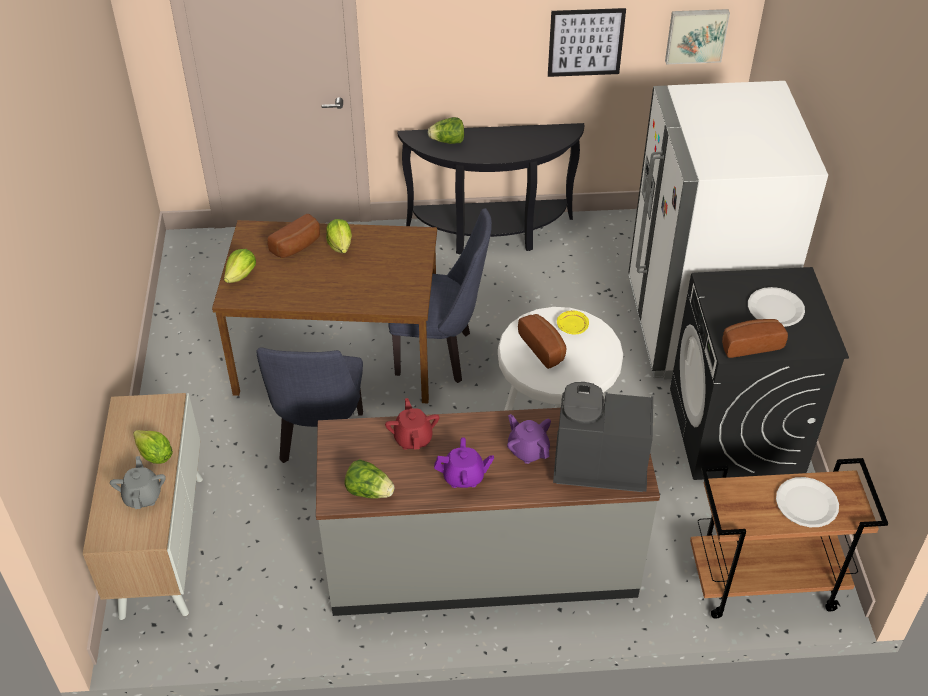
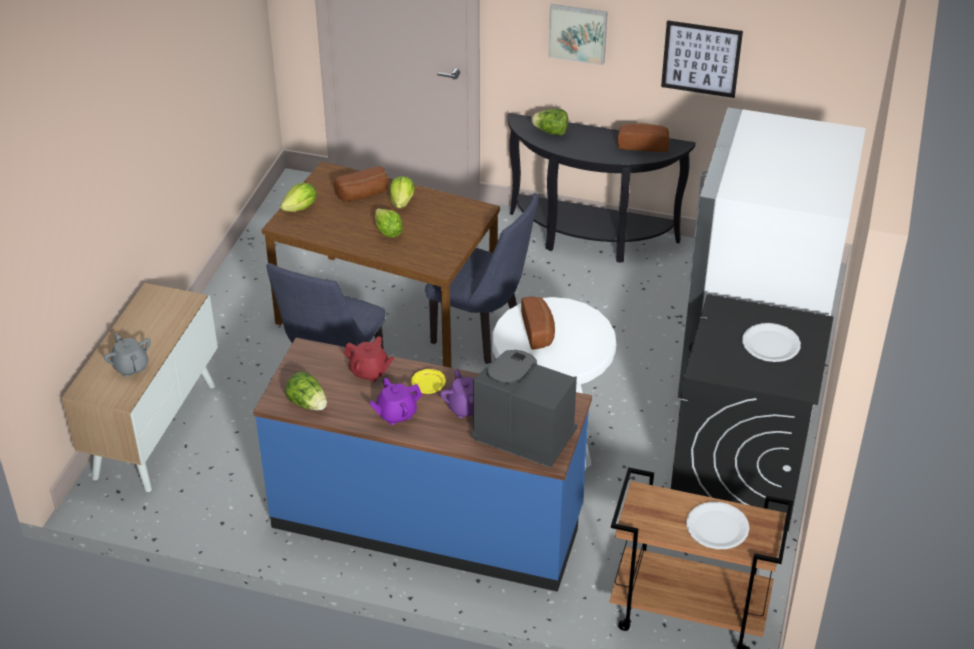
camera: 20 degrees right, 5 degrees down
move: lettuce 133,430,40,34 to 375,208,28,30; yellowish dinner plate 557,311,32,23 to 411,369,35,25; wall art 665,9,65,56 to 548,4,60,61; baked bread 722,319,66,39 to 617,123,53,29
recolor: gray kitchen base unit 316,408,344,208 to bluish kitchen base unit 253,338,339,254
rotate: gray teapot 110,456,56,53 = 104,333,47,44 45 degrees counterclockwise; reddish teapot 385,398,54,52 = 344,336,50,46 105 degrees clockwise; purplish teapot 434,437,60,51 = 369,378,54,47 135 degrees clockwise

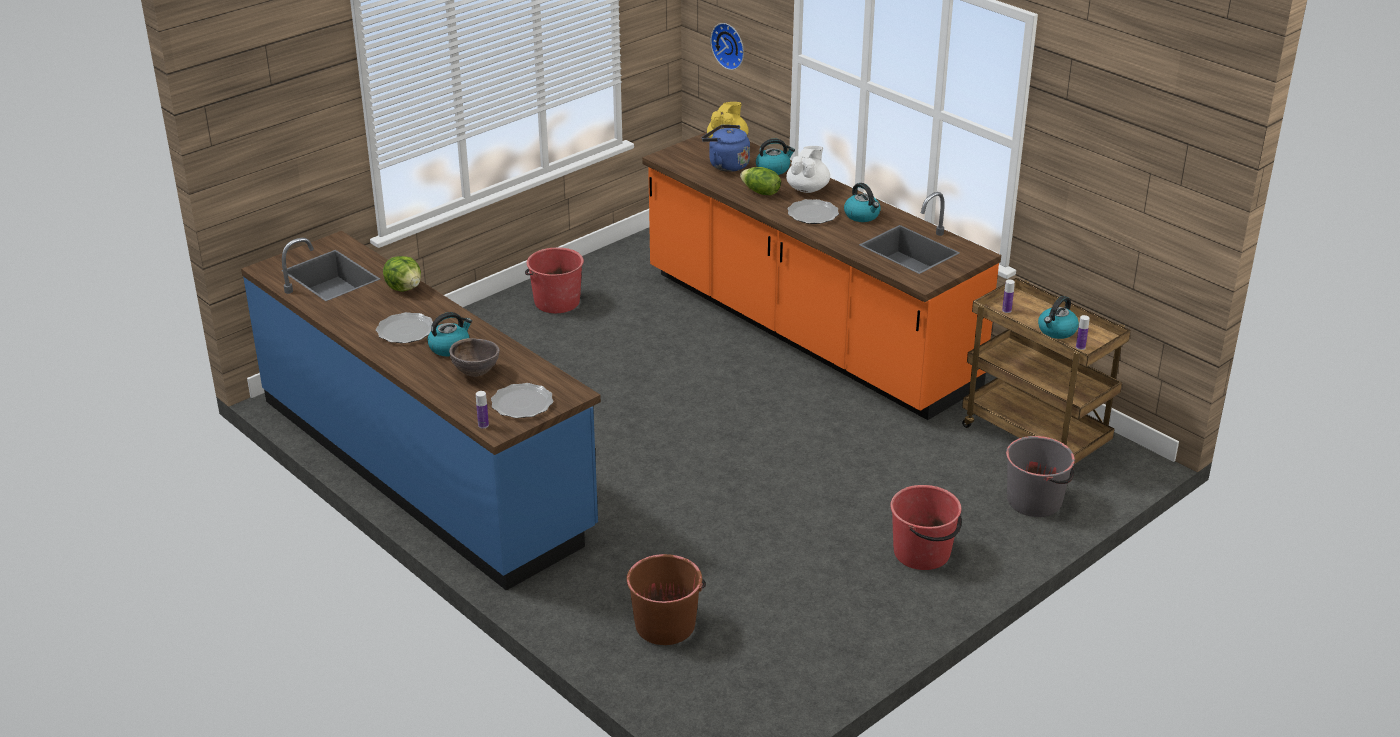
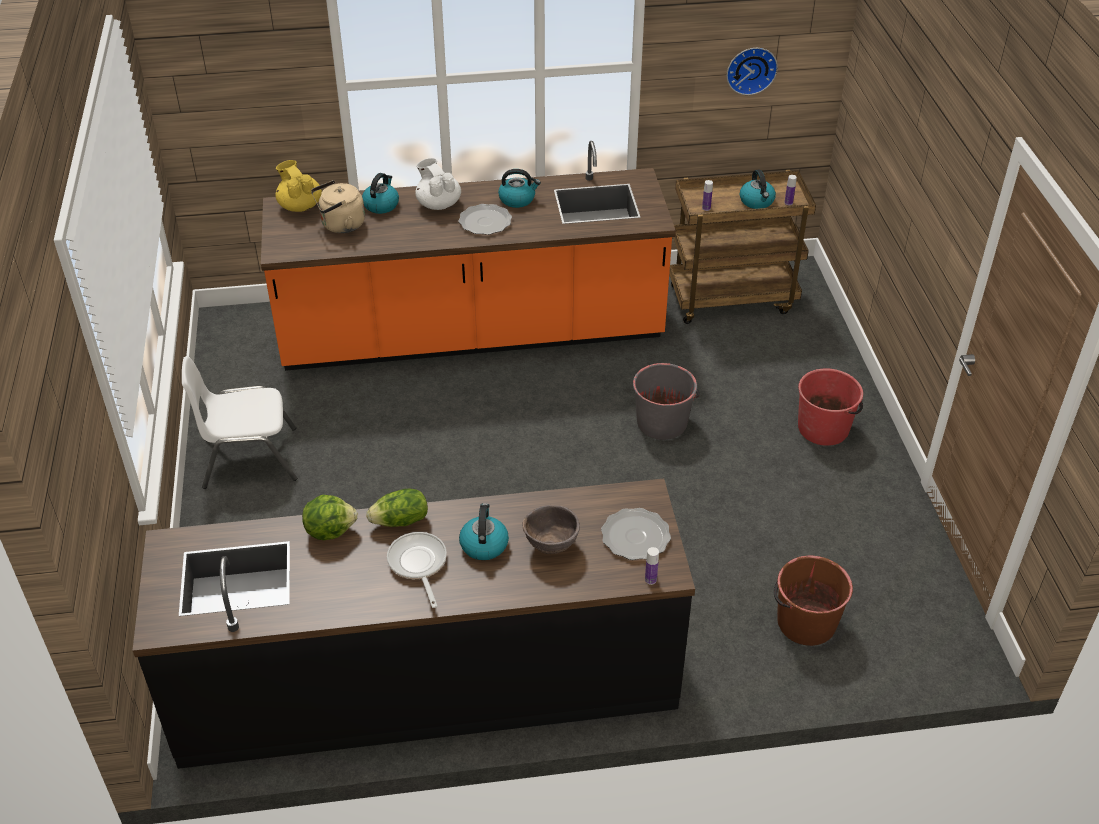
camera: 55 degrees left, 10 degrees up
move: lettuce 740,167,41,28 to 366,488,62,39; gray pail 1006,436,69,81 to 633,363,67,77; hanging clock 711,23,33,47 to 727,48,51,47
replace: reddish pail 525,247,59,66 to white plain chair 182,356,115,133; dinner plate 376,312,57,31 to frying pan 387,532,60,76
recolor: bluish kitchen base unit 241,231,360,360 to black-coloured kitchen base unit 132,479,563,290; bluish kettle 702,125,48,47 to beige-coloured kettle 311,180,54,53

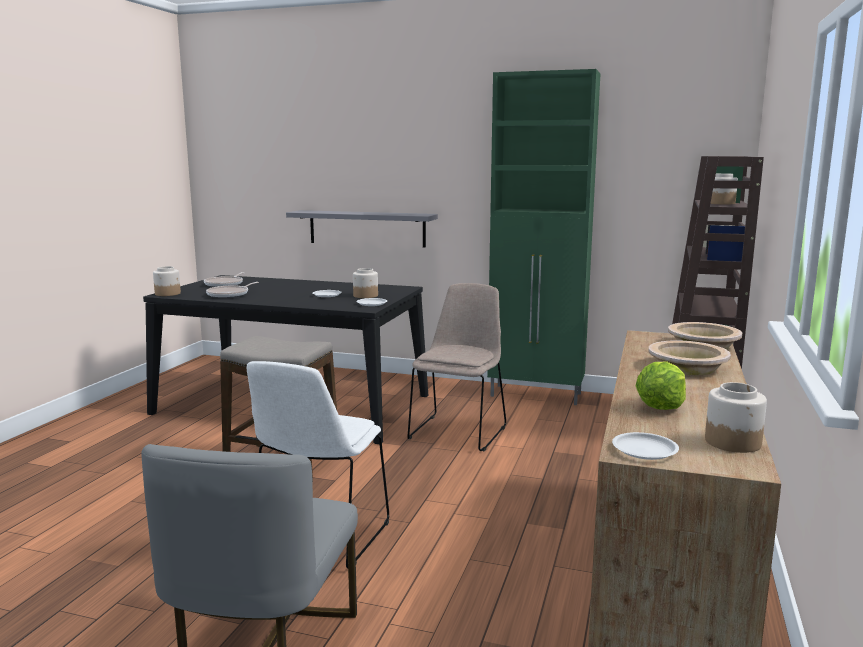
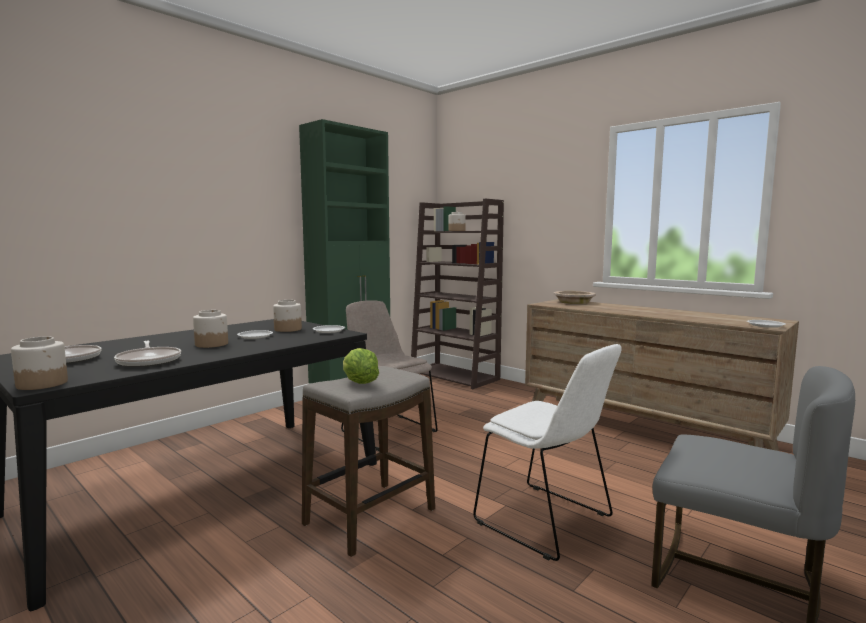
camera: 65 degrees left, 5 degrees down
delete: gray bracket shelf 286,210,152,38; beige-coloured serving bowl 648,340,83,35
move: preserve jar 705,382,62,71 to 193,310,35,38; lettuce 635,362,51,48 to 343,348,36,36

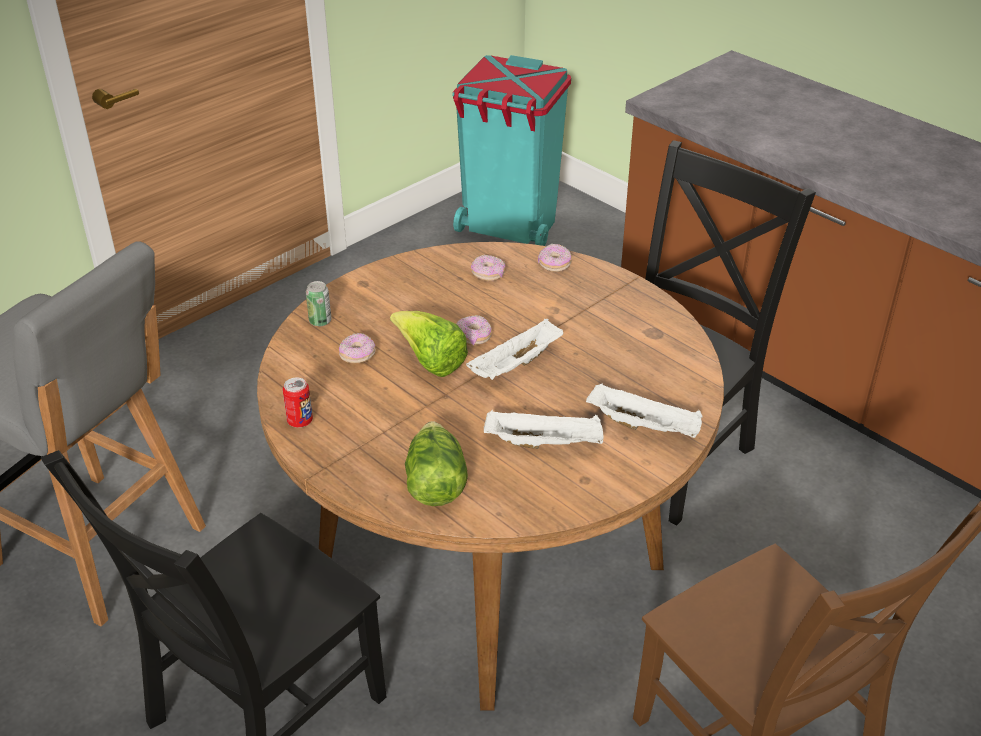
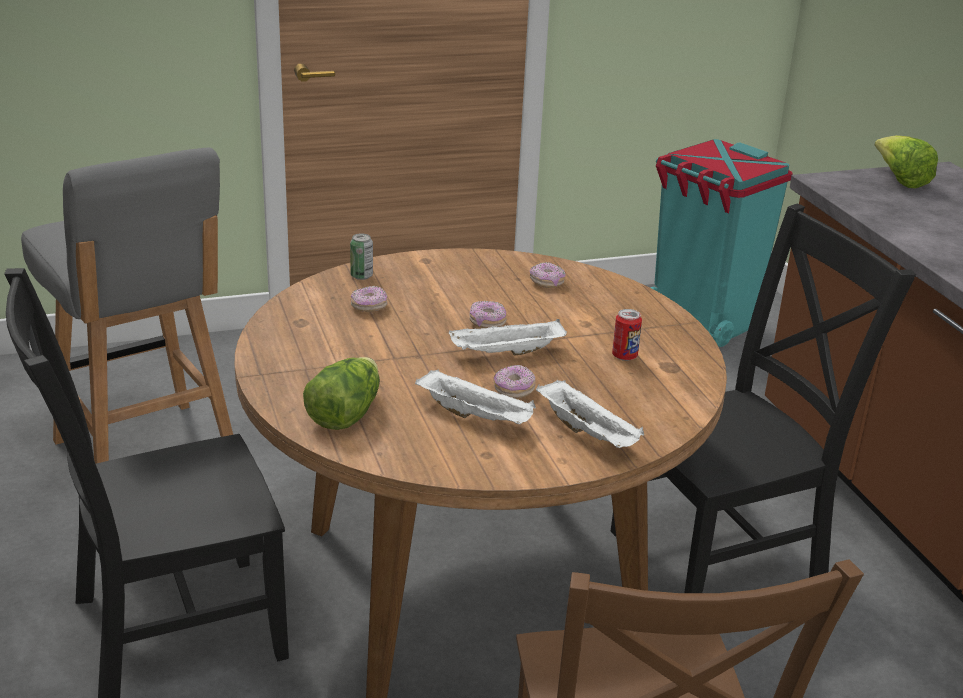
camera: 25 degrees right, 10 degrees down
move: doughnut 538,244,34,28 to 494,365,42,34; metal can 282,377,31,50 to 612,309,30,52; lettuce 390,311,78,66 to 875,135,63,53

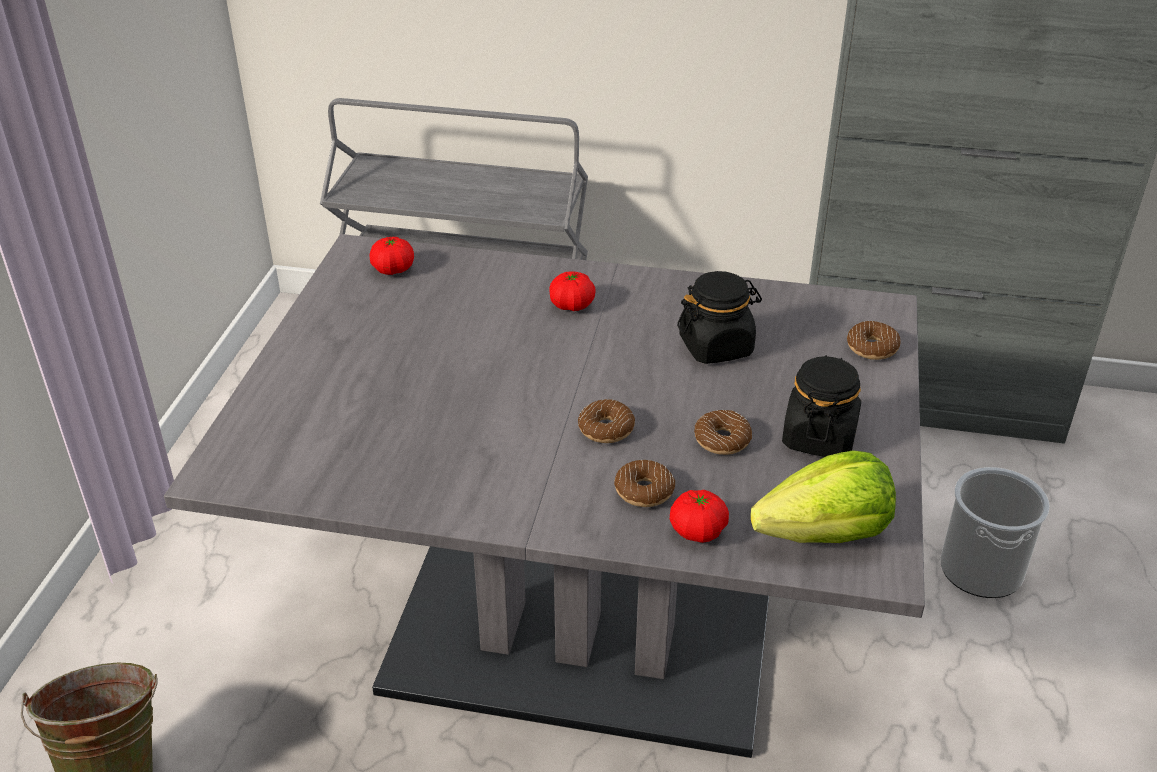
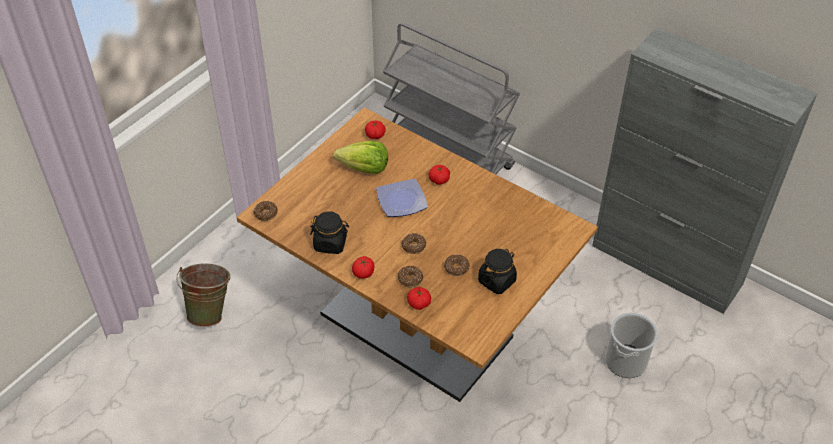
camera: 25 degrees right, 10 degrees up
insert: whole tomato 352,256,22,22; dinner plate 376,179,52,38
move: doughnut 847,321,54,39 to 254,201,24,20; black-coloured preserve jar 677,271,85,93 to 310,211,39,43; lettuce 751,450,145,93 to 334,141,54,33
recolor: gray dining table 164,234,761,524 to brown dining table 236,108,362,294

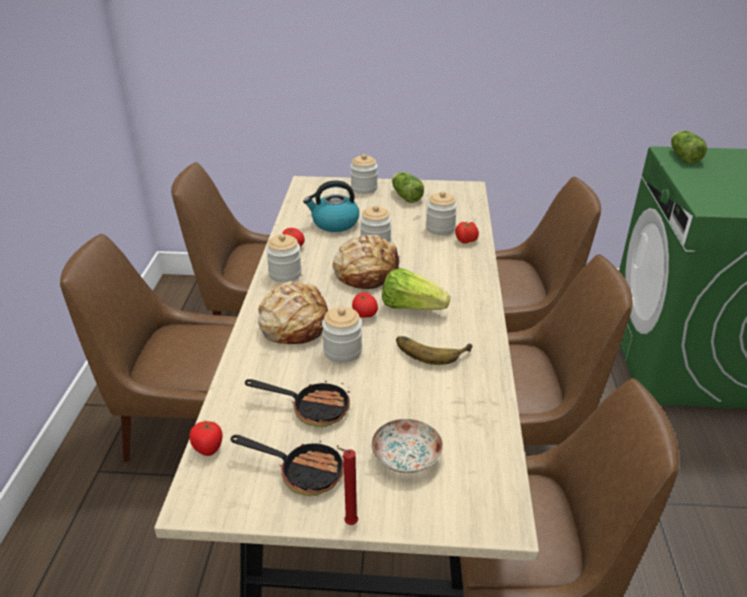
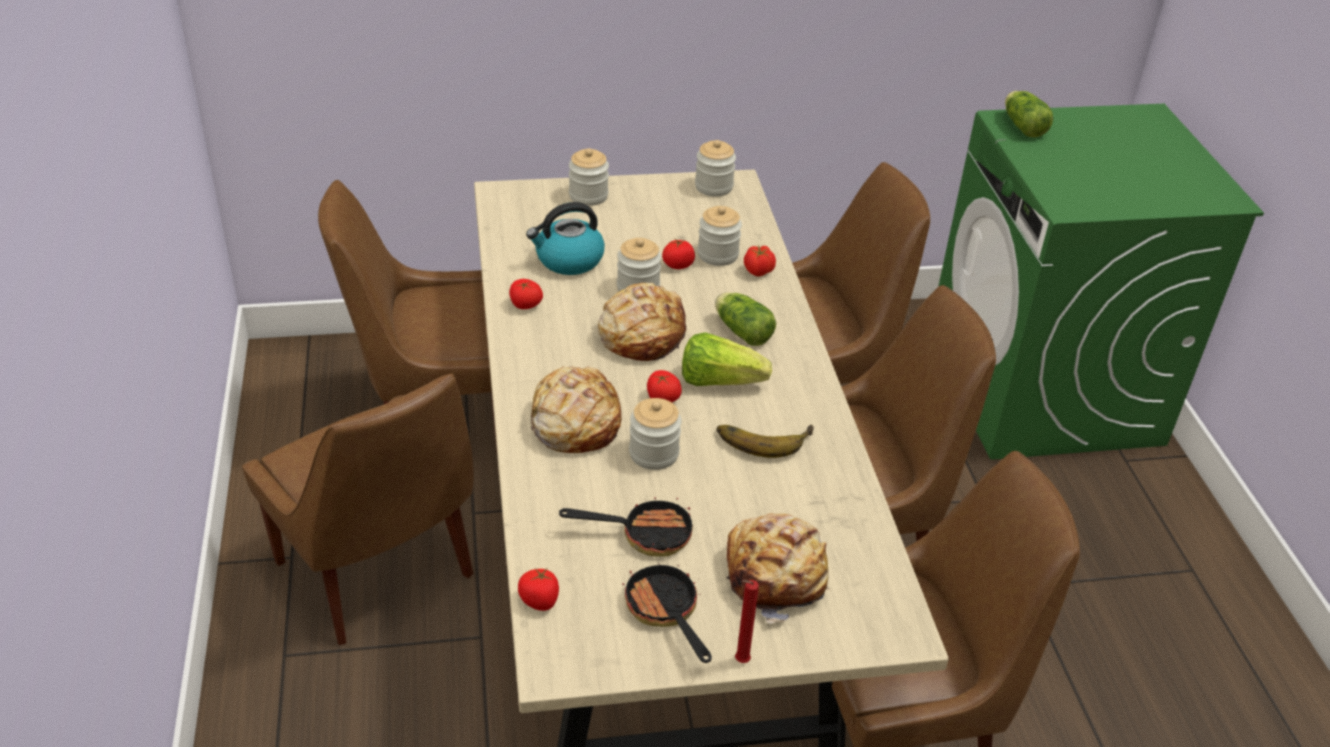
camera: 15 degrees left, 5 degrees up
insert: whole tomato 662,239,33,30
move: preserve jar 266,234,36,48 to 695,140,41,57; lettuce 392,172,32,31 to 715,292,61,54
replace: dinner plate 371,419,72,54 to baked bread 727,513,103,111
rotate: brown plain chair 60,234,177,228 = 242,373,232,272 120 degrees counterclockwise; frying pan 230,435,114,61 = 622,561,90,102 120 degrees counterclockwise

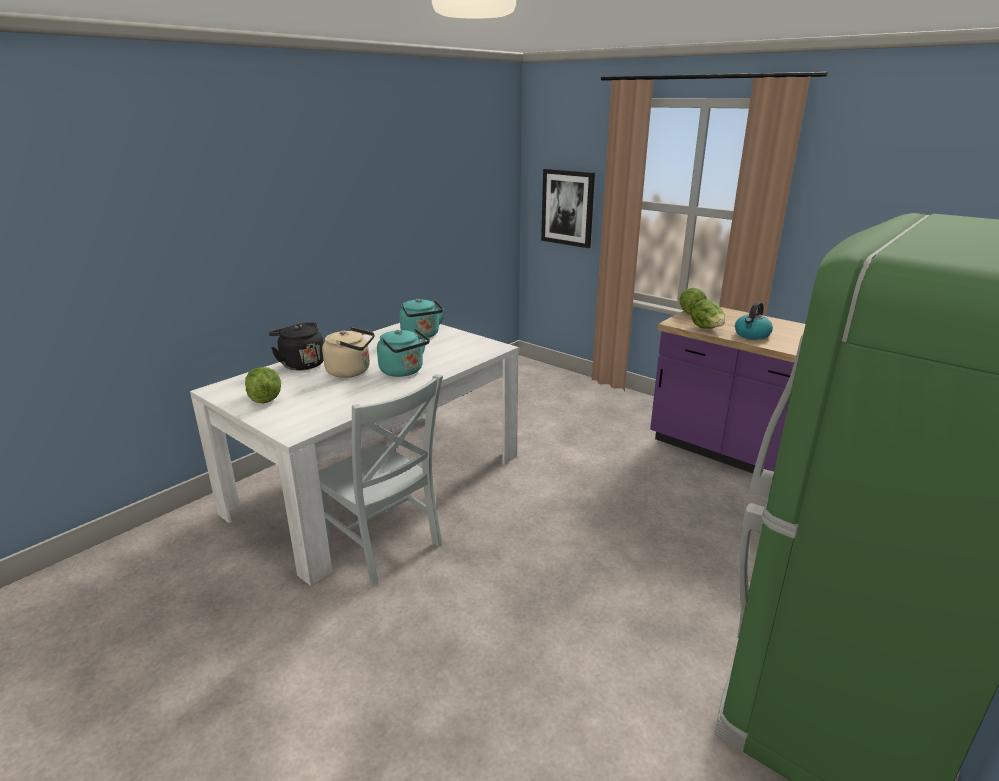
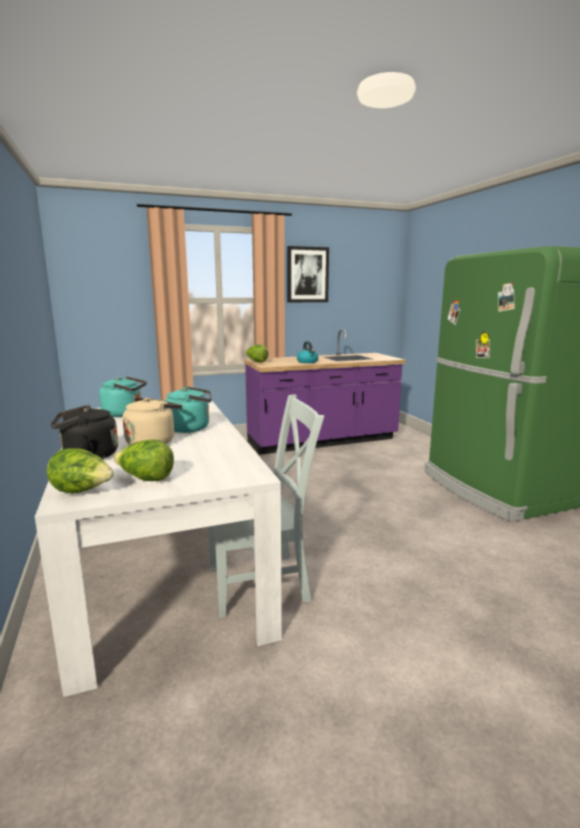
camera: 60 degrees left, 10 degrees down
move: lettuce 691,299,34,30 to 47,448,67,45; wall art 541,169,54,79 to 287,246,42,56

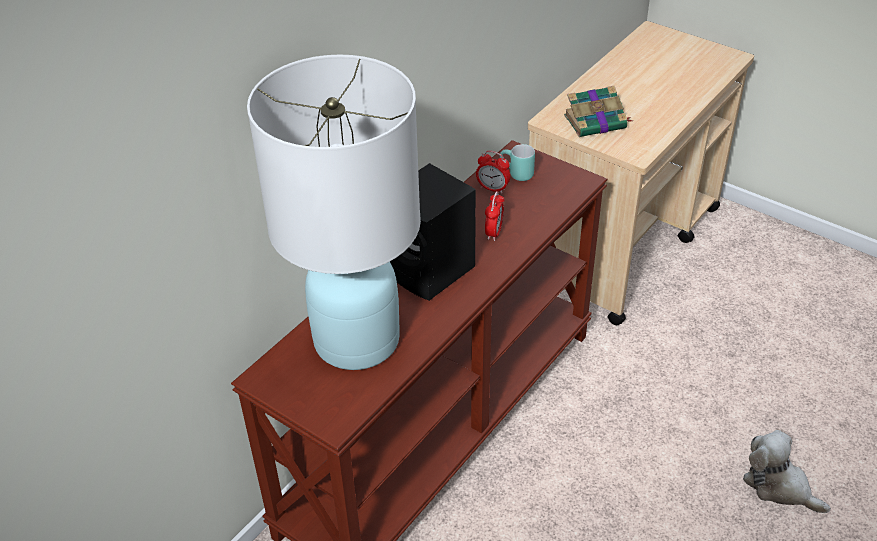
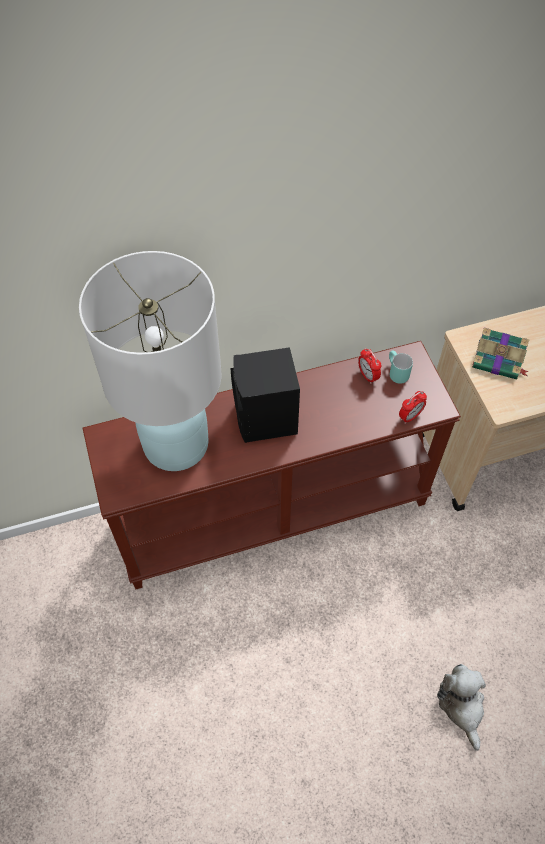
camera: 35 degrees right, 15 degrees up
move: alarm clock 485,191,20,50 to 399,391,28,33

